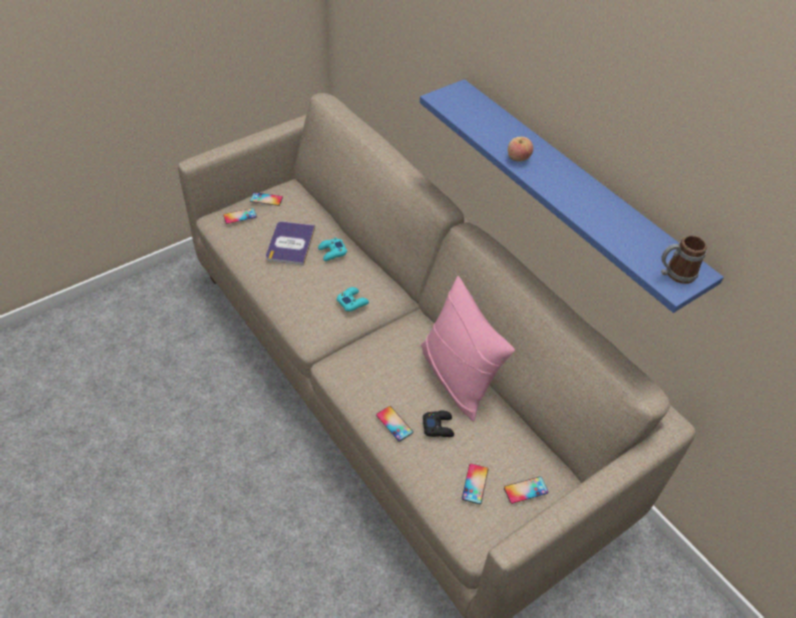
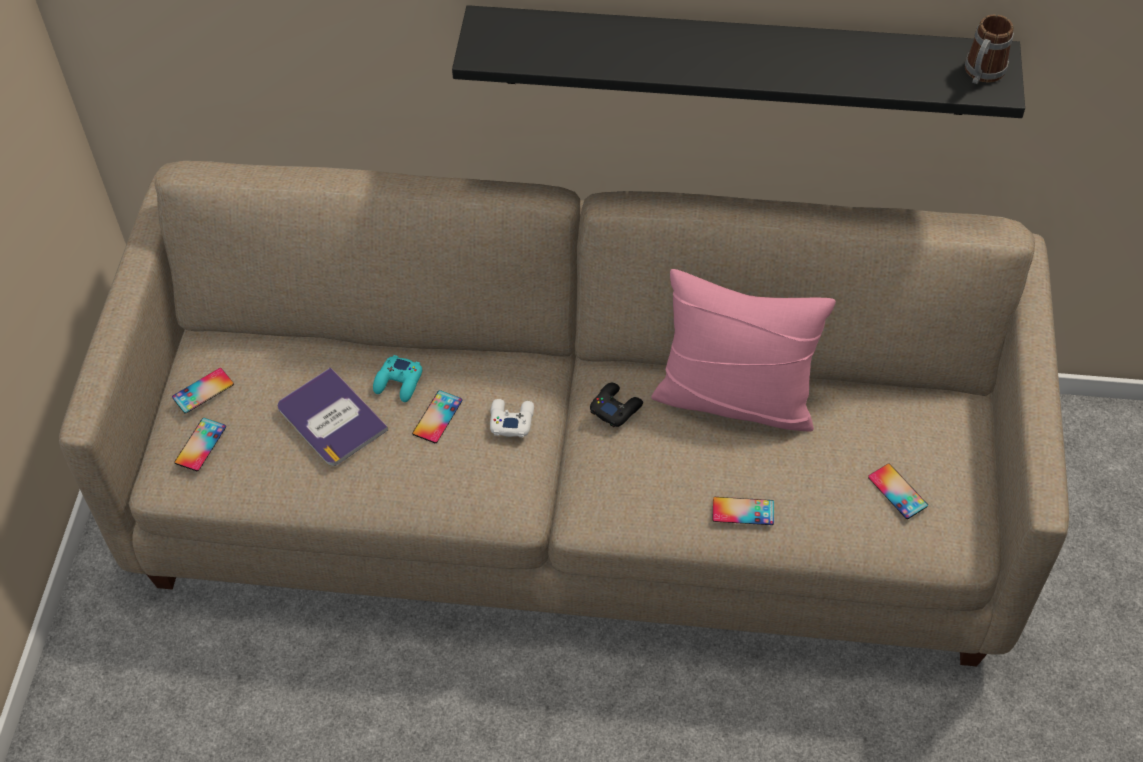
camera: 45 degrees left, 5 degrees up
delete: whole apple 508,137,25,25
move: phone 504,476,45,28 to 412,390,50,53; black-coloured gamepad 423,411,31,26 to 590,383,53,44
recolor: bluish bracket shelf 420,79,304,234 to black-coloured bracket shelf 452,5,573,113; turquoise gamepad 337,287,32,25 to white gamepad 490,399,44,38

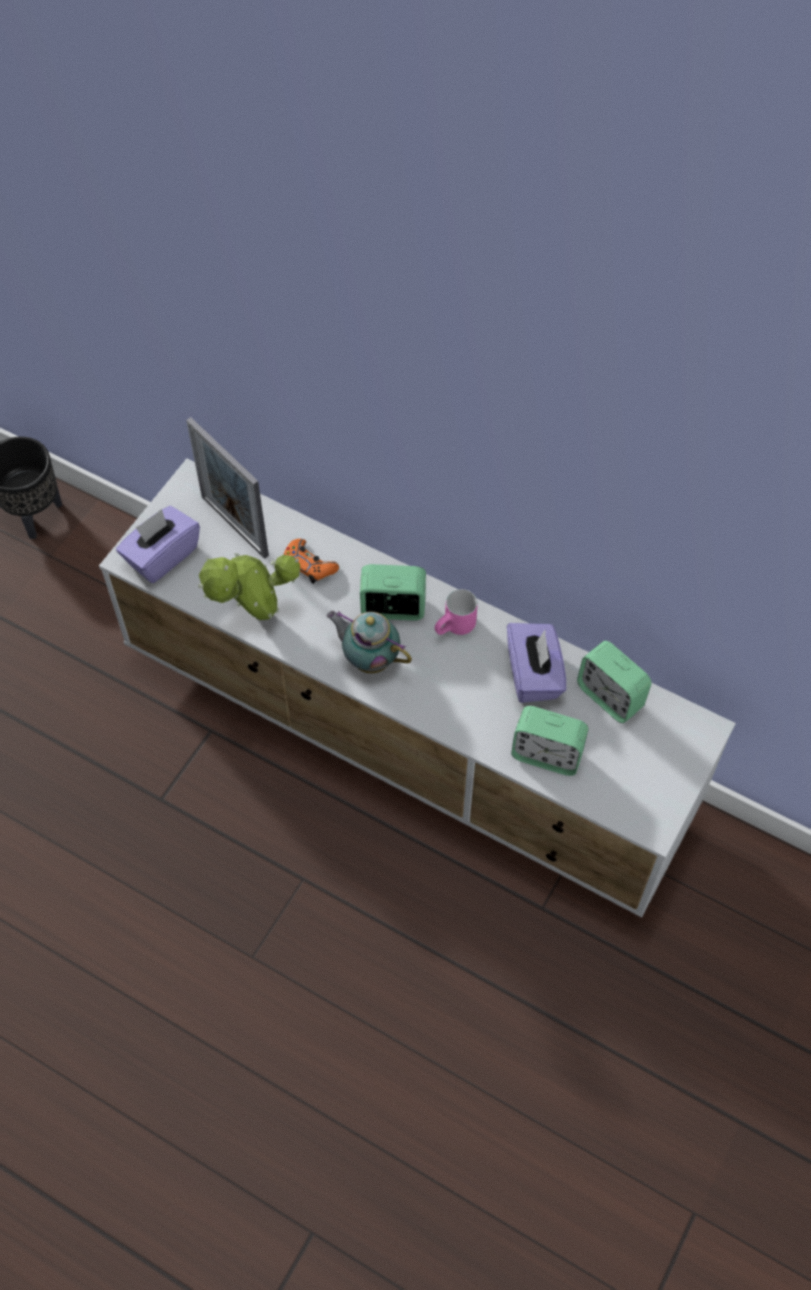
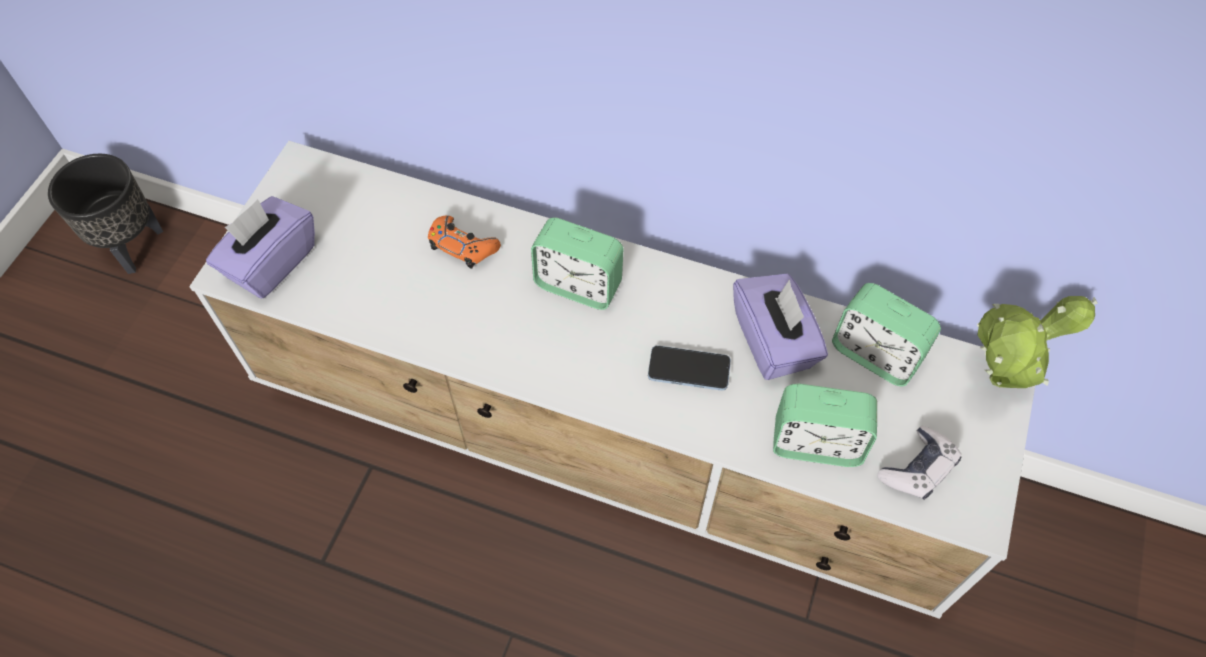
camera: 10 degrees left, 0 degrees up
delete: photo frame 186,417,83,142; teapot 327,611,85,63; pinkish mug 435,589,43,46
insert: phone 648,345,83,46; gamepad 877,426,84,74
move: potted plant 198,553,102,67 to 977,296,121,92
rotate: alarm clock 360,564,66,57 = 531,217,93,93 150 degrees counterclockwise

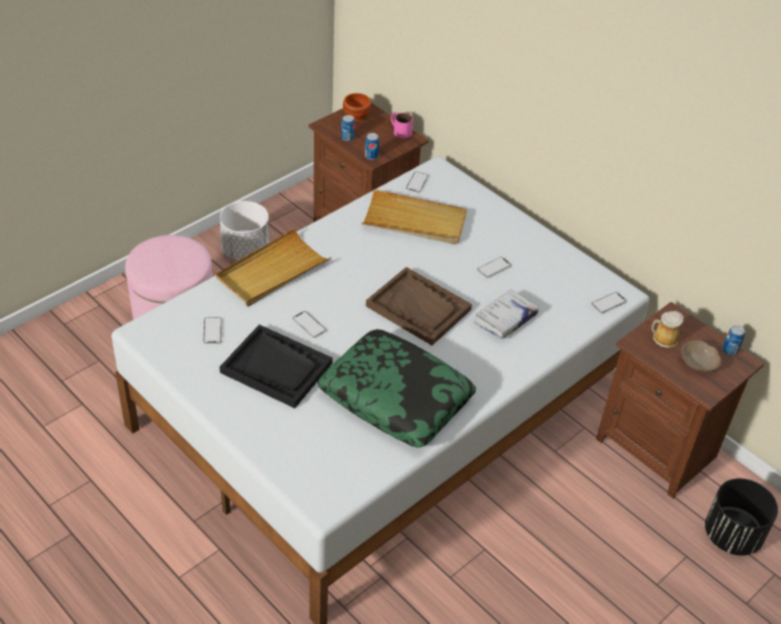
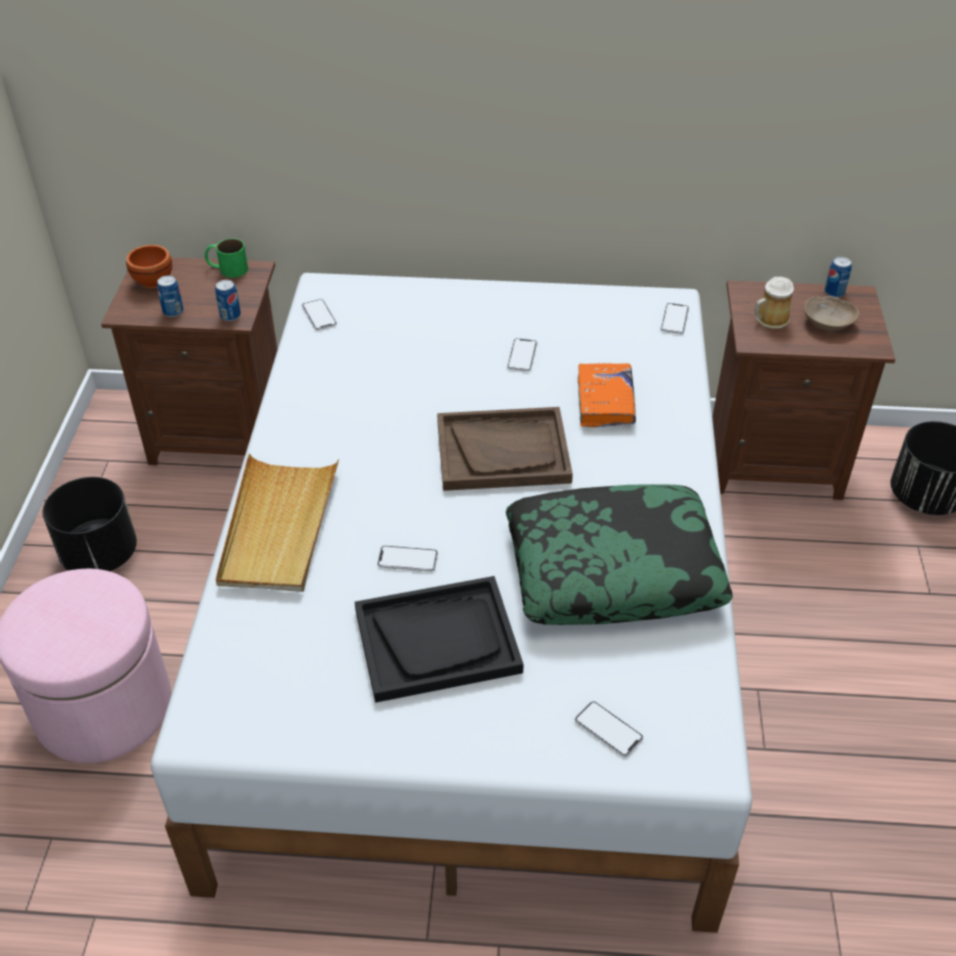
camera: 40 degrees left, 0 degrees up
delete: beige-coloured serving tray 362,189,105,55
move: phone 203,317,19,27 to 575,701,68,56
recolor: white plant pot 219,201,50,60 to black-coloured plant pot 43,477,94,95; pinkish mug 391,112,22,27 to green-coloured mug 205,238,43,40; white book 474,289,65,50 to orangey book 578,363,58,64

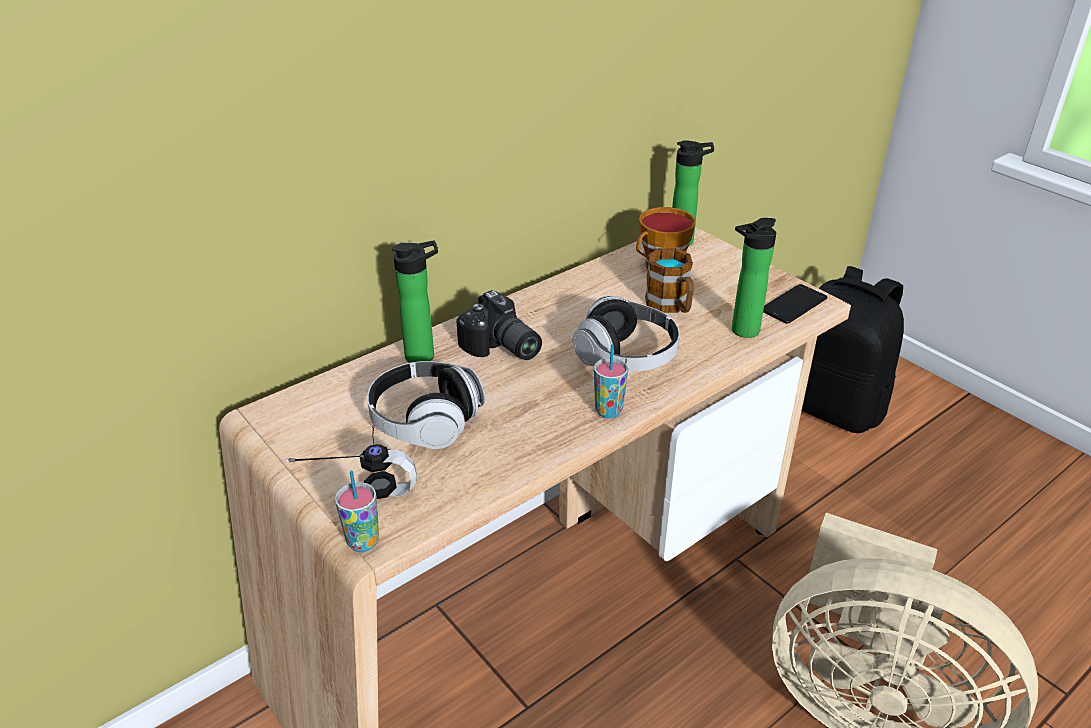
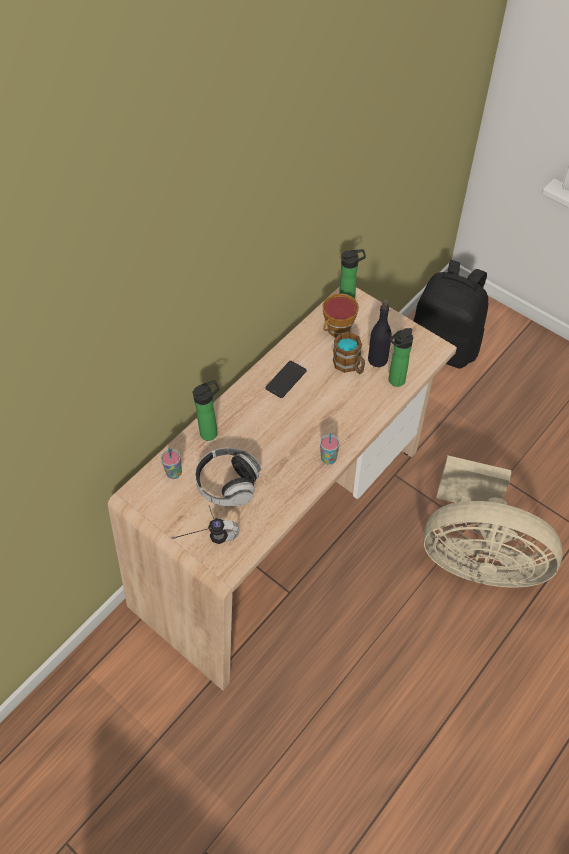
camera: 10 degrees left, 20 degrees up
delete: still camera 456,290,86,70; headset 573,296,107,76
insert: black-coloured bottle 368,300,24,67
move: drinking cup 335,471,44,81 to 161,448,21,31; phone 763,284,64,40 to 265,361,42,37

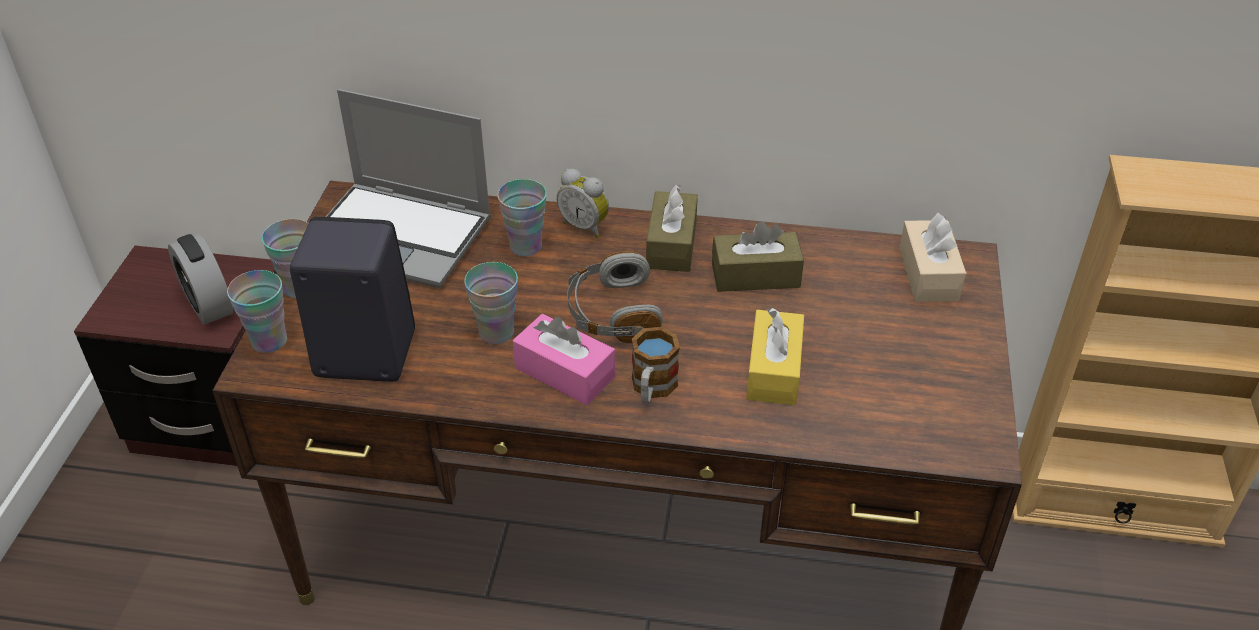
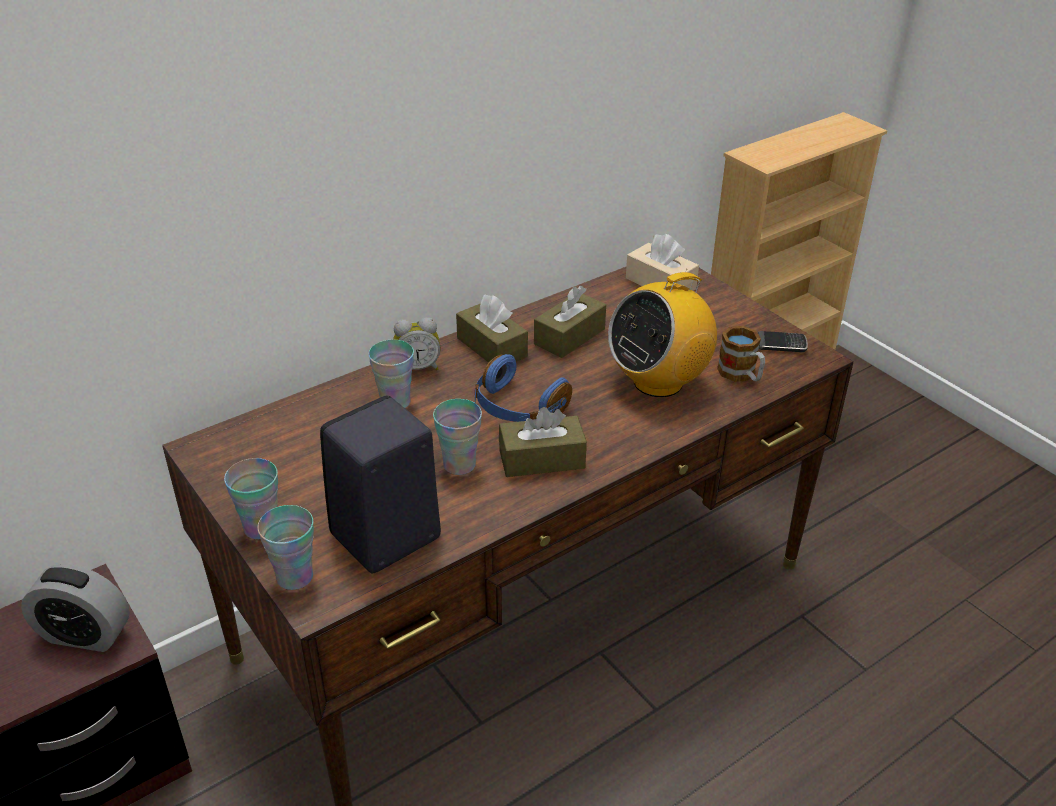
camera: 45 degrees left, 5 degrees down
delete: notebook computer 326,89,165,199
insert: phone 758,331,50,21
move: mug 632,327,48,77 to 717,326,48,56
replace: yellowish box of tissues 746,308,58,97 to radio receiver 608,269,109,128
recolor: gray headset 567,251,96,92 to bluish headset 475,354,97,68; pinkish box of tissues 513,314,102,91 to brown box of tissues 499,407,88,70

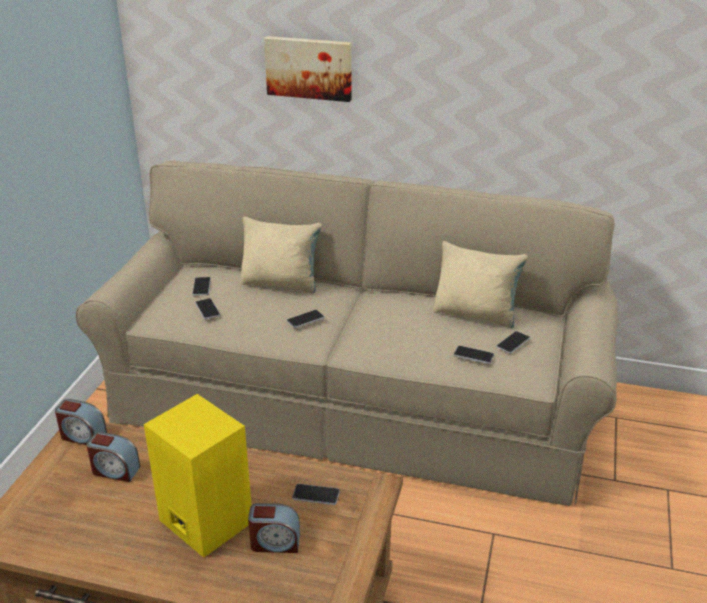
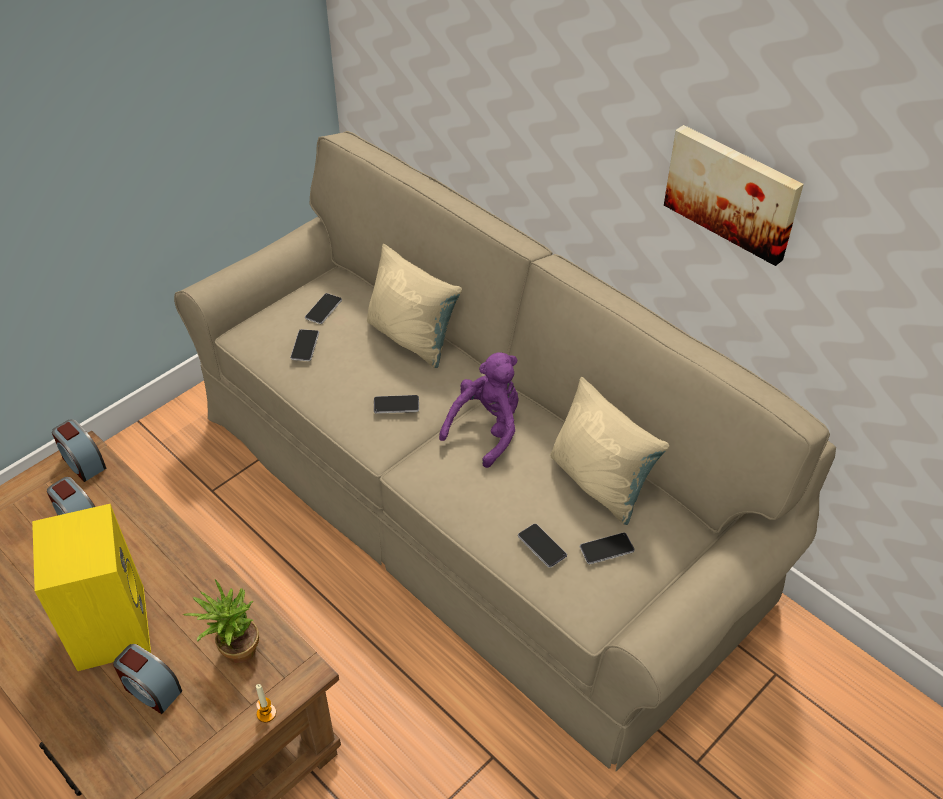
camera: 30 degrees right, 15 degrees up
insert: candle 256,684,20,38; purplish plush toy 439,352,80,116
move: wall art 264,36,88,66 to 664,125,140,141
replace: phone 292,484,48,21 to potted plant 183,579,76,84

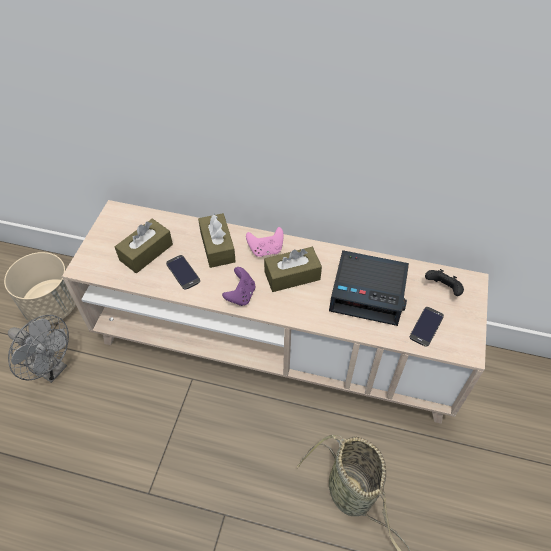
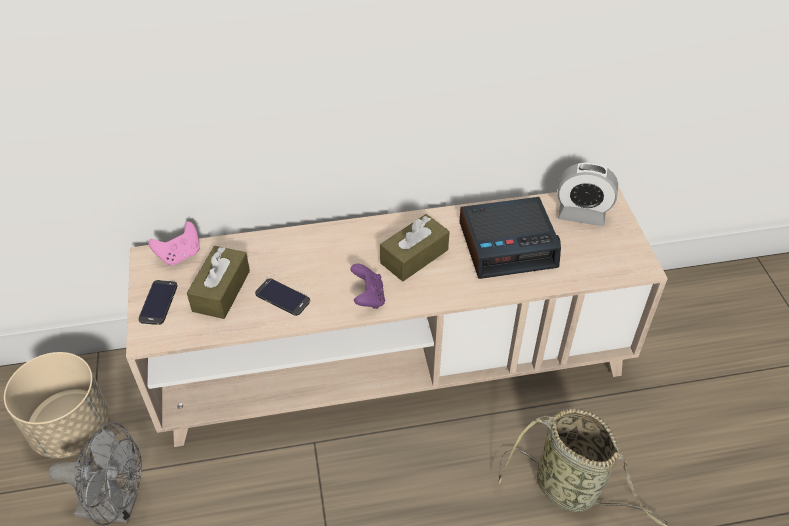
camera: 25 degrees left, 5 degrees down
delete: brown box of tissues 198,213,38,55
move: phone 410,307,34,40 to 138,280,39,45; pinkish gamepad 246,227,38,30 to 149,221,51,45
replace: black-coloured gamepad 425,269,39,27 to alarm clock 557,162,61,64

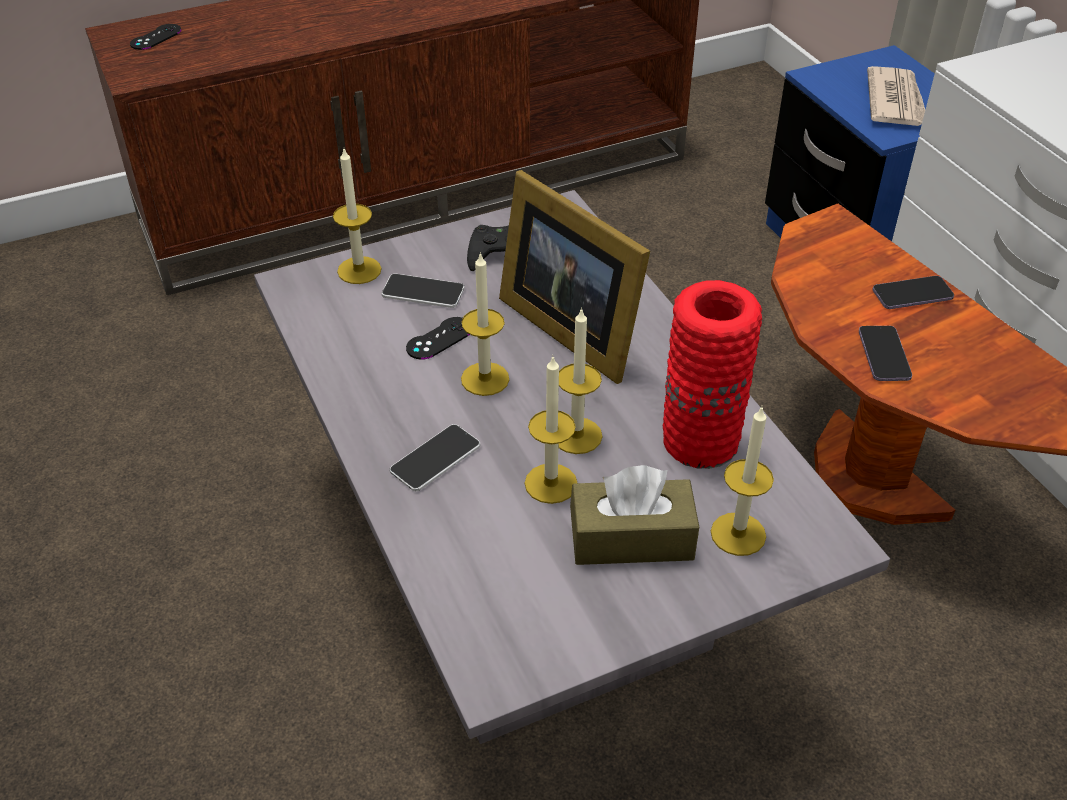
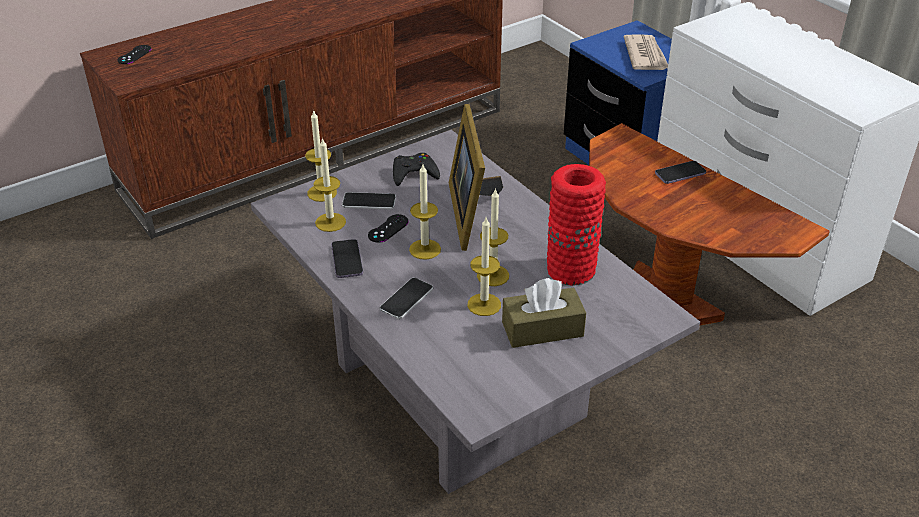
camera: 10 degrees left, 5 degrees down
move: candle 711,406,63,150 to 313,138,33,94; phone 859,326,53,55 to 331,239,32,39
rotate: photo frame 499,170,151,214 = 449,104,54,147 45 degrees clockwise

